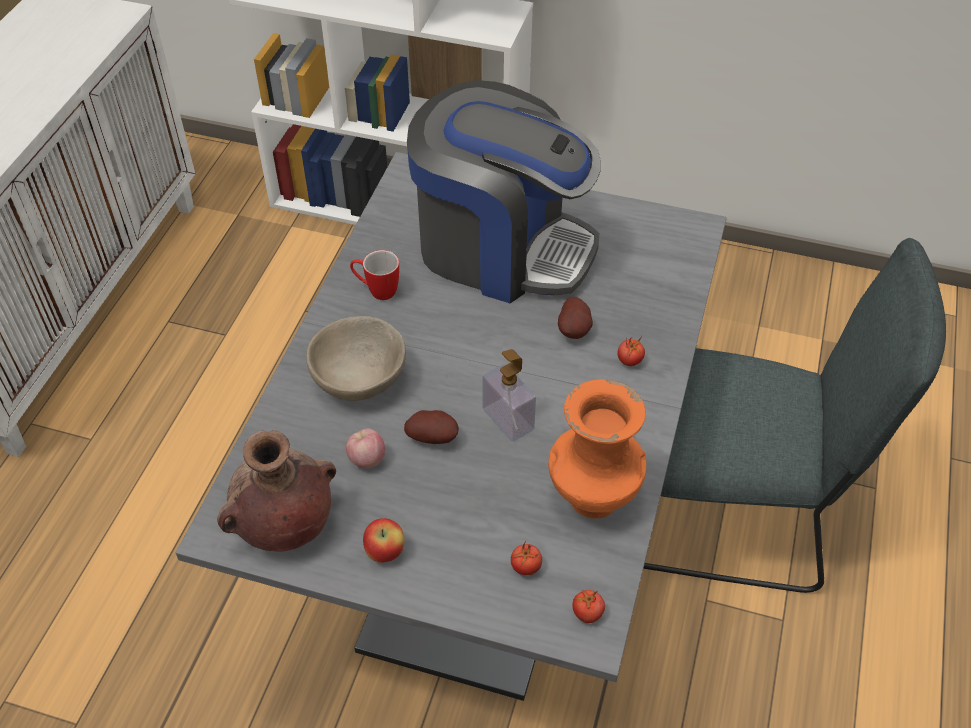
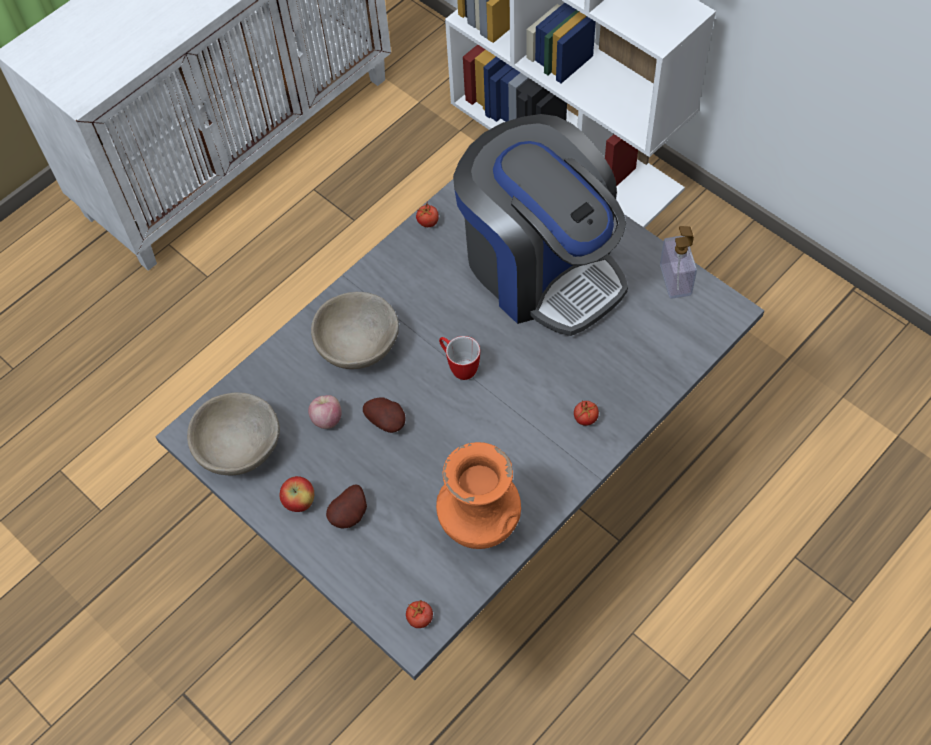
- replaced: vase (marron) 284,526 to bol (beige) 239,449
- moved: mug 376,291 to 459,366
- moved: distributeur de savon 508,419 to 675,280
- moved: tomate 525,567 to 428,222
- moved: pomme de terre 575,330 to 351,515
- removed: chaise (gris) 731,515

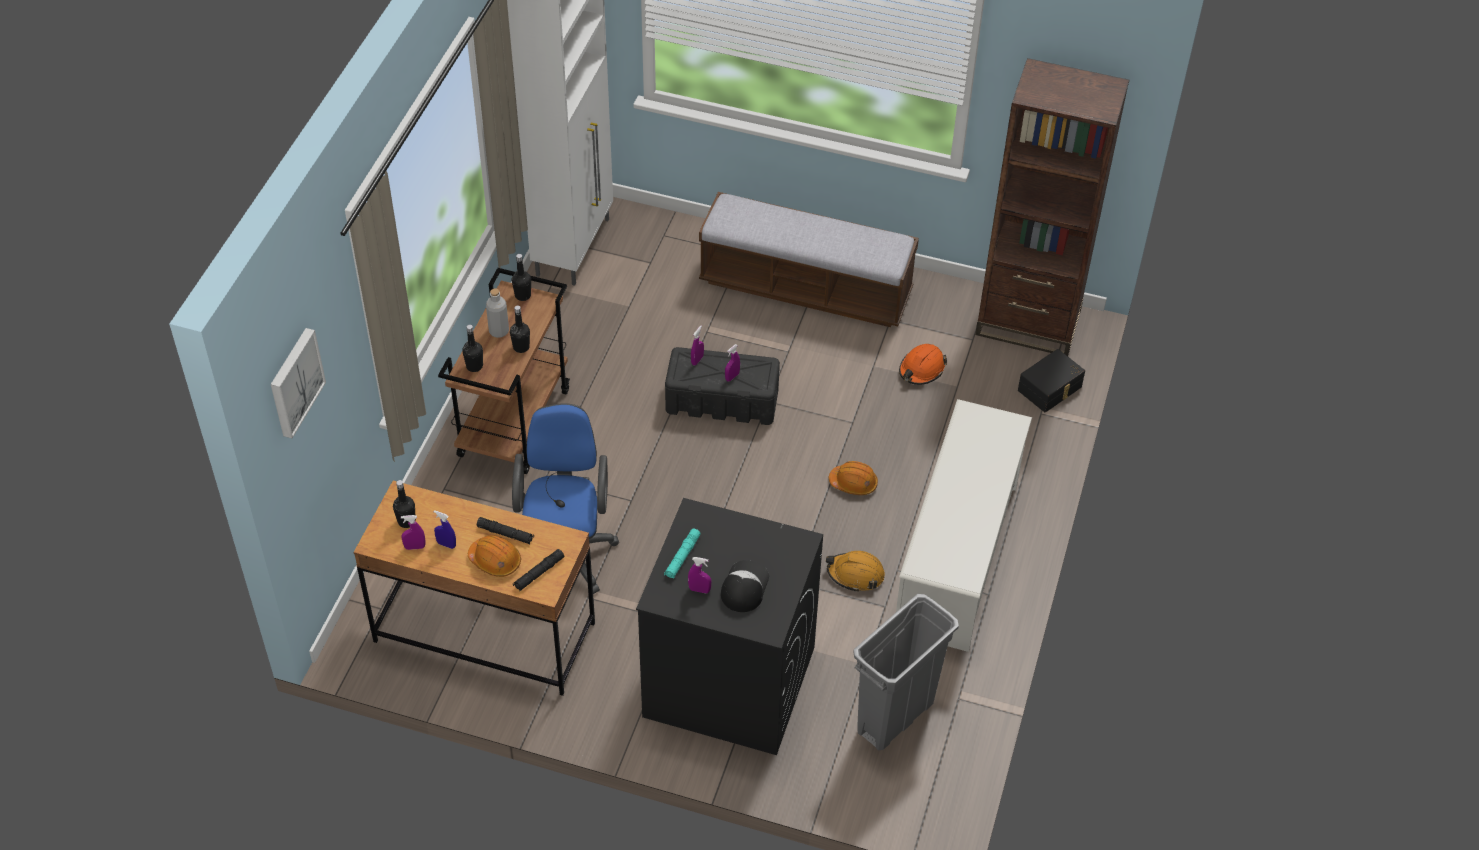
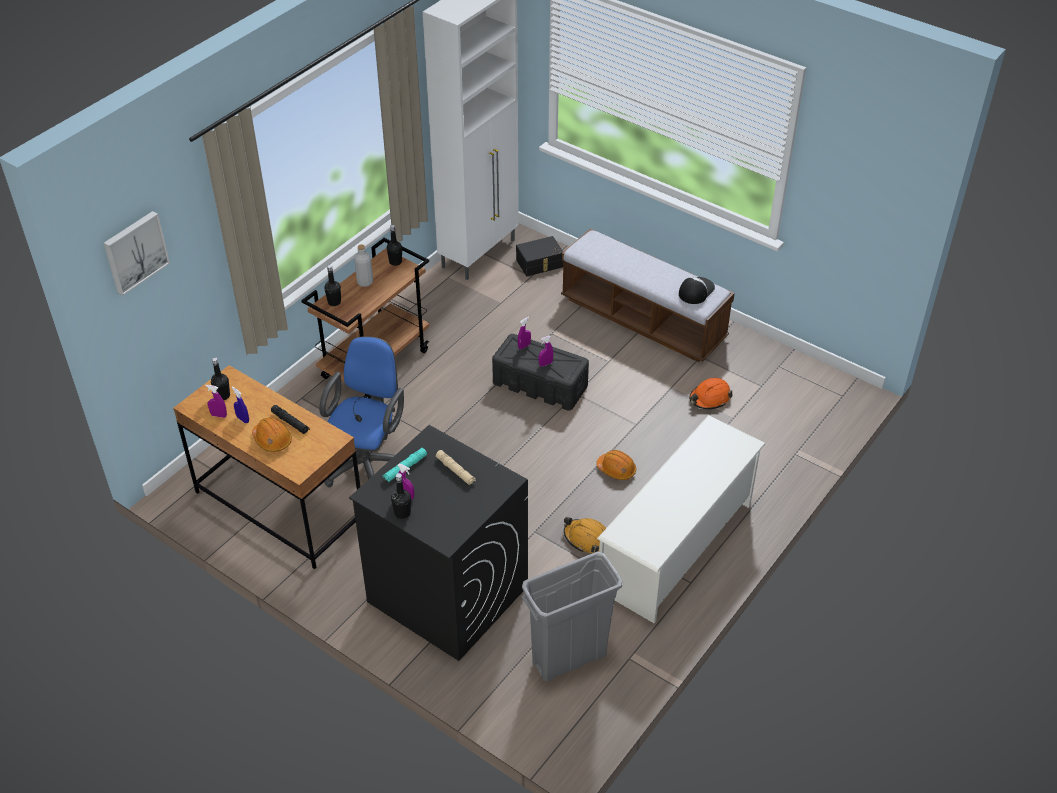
- moved: bouteille (noir) 521,347 to 402,513
- removed: lampe de poche (noir) 539,573
- moved: casquette 744,587 to 695,291
- removed: bibliothèque (marron) 1028,323
- moved: boîte de rangement (noir) 1050,389 to 540,264
- added: lampe de poche (beige) 455,471

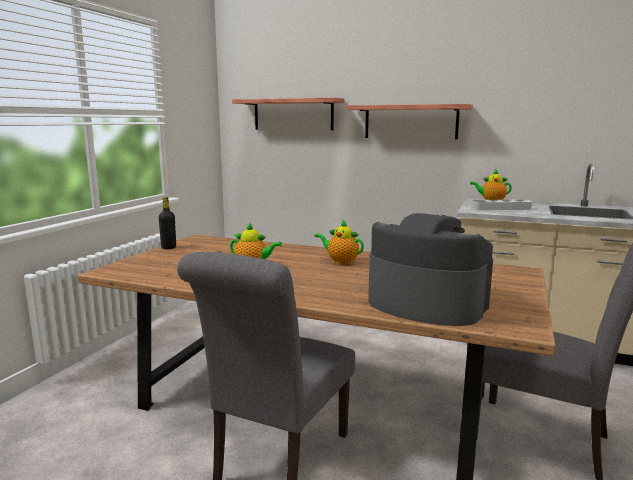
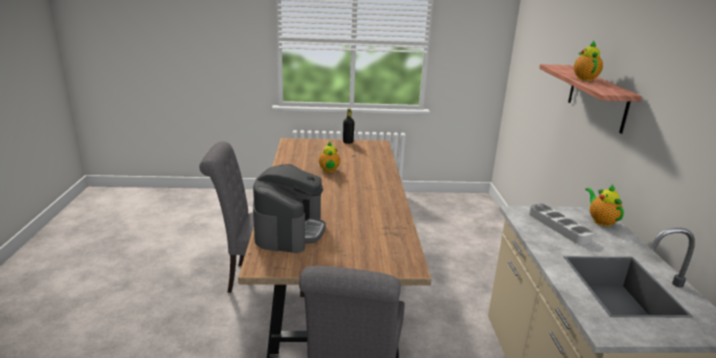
- removed: étagère 293,114
- moved: théière 340,261 to 584,78

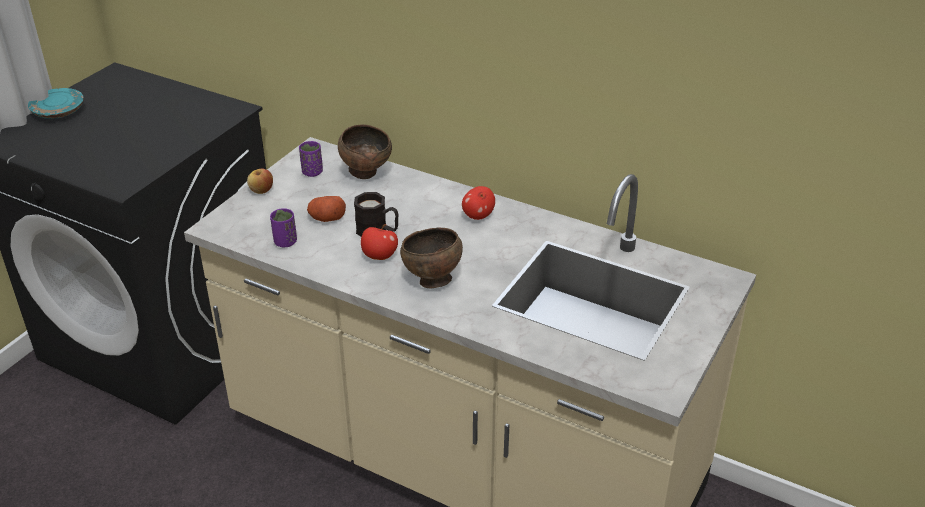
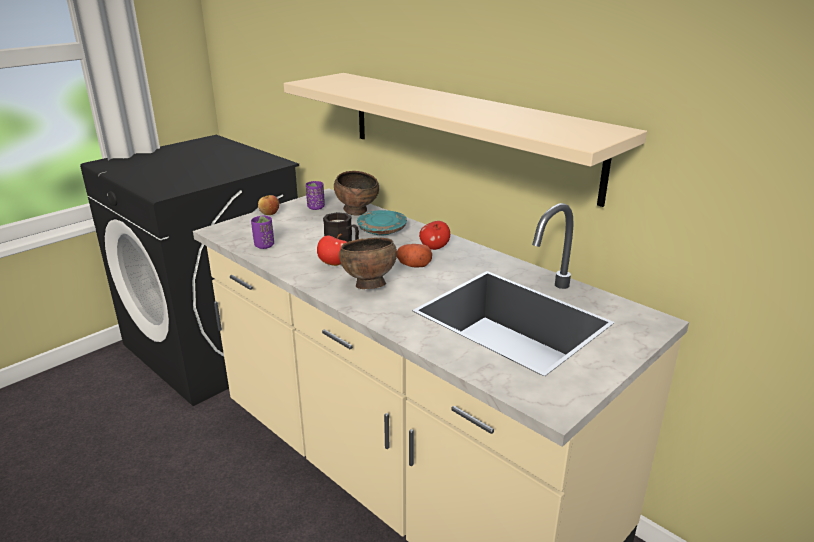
- moved: assiette (turquoise) 59,112 to 382,230
- moved: pomme de terre 326,218 to 413,265
- added: étagère (beige) 466,132

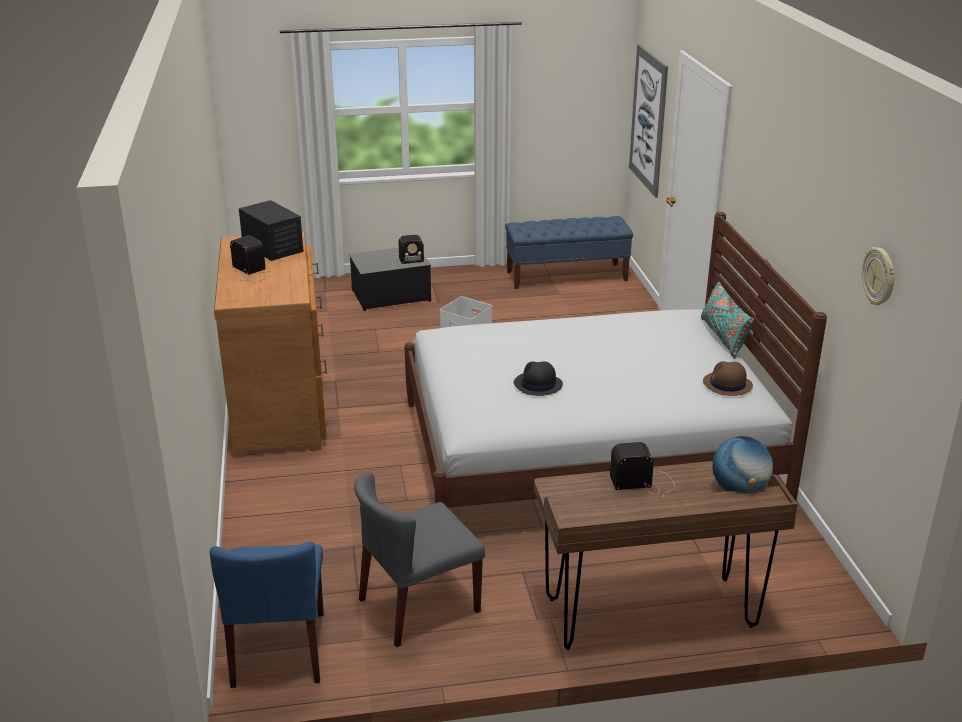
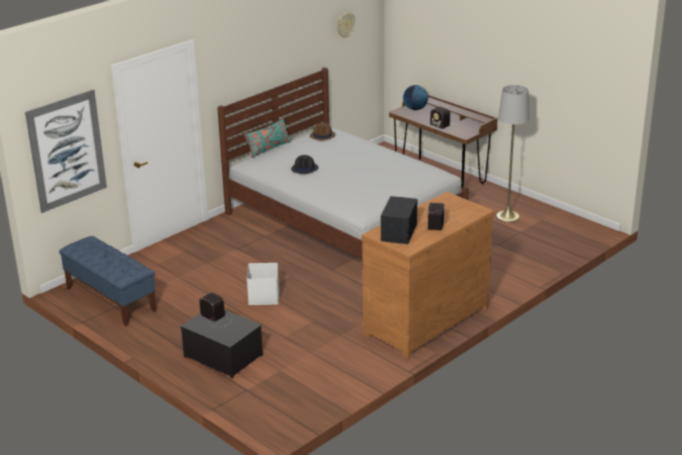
- removed: chaise (bleu) 279,649
- replaced: chaise (gris) 418,606 to lampadaire (gris) 507,216
- moved: chapeau (noir) 537,384 to 305,168

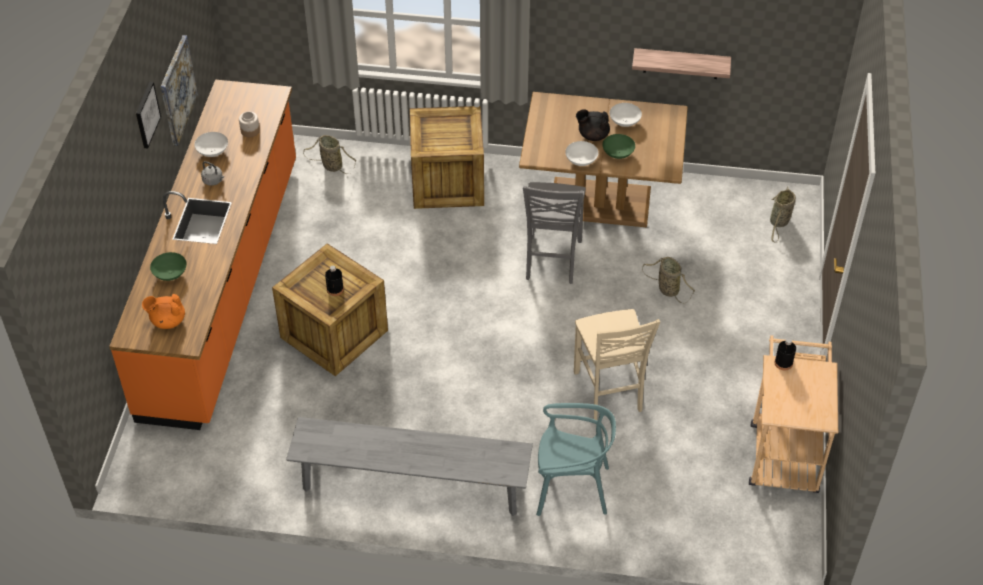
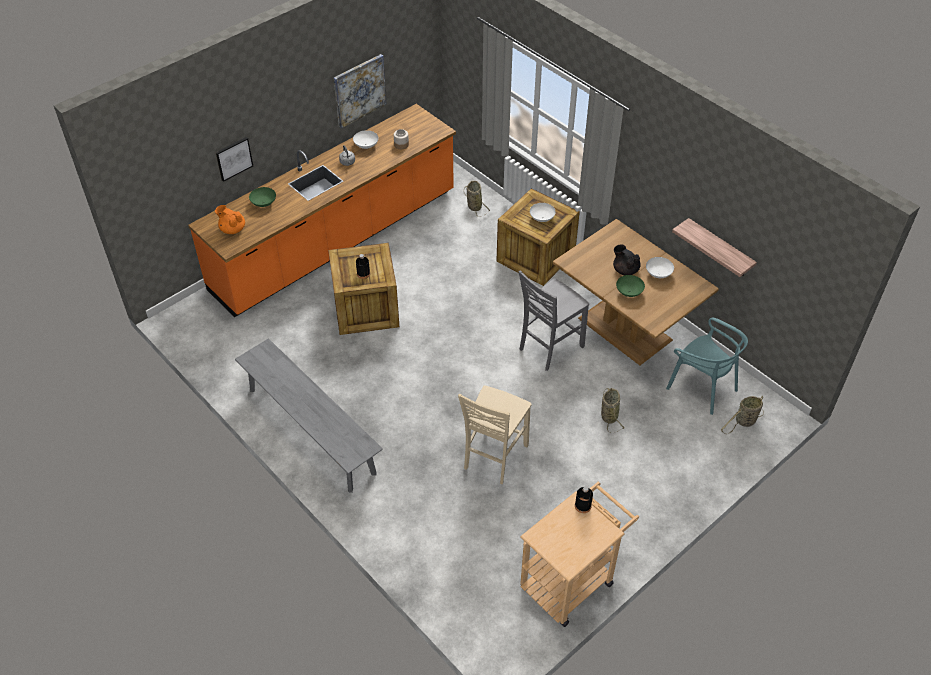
- moved: tableau 146,114 to 233,158
- moved: chaise (turquoise) 571,488 to 702,387
- moved: bol (blanc) 581,161 to 541,218

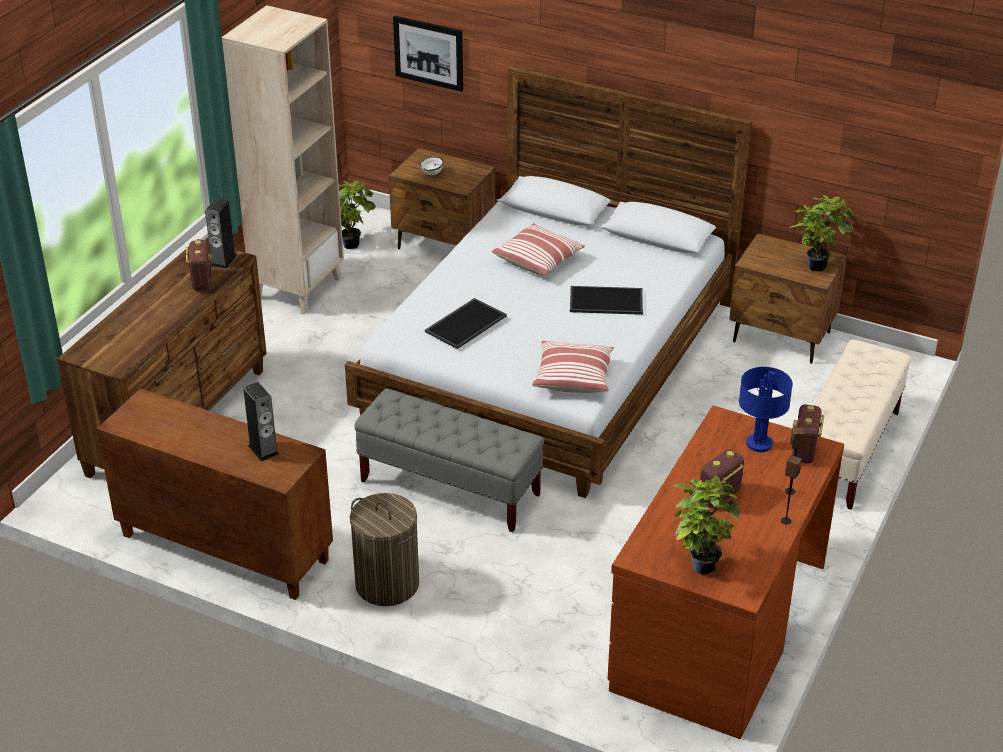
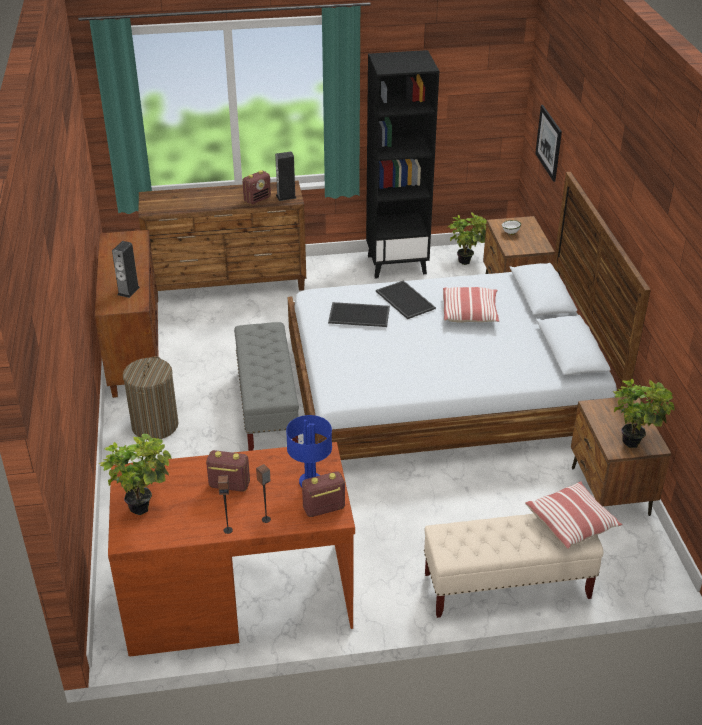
- recoloured: bibliothèque (beige) 298,288 to bibliothèque (noir) 397,264
- moved: coussin 573,377 to 571,523
- moved: plateau 605,301 to 404,300

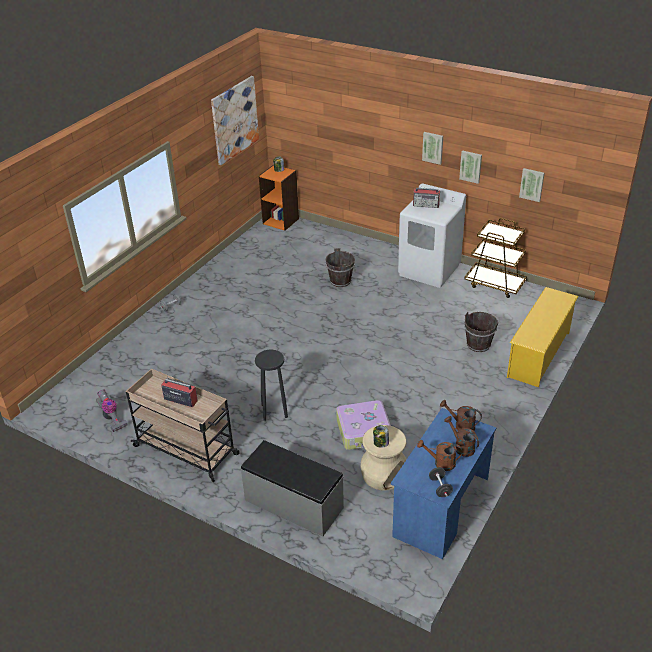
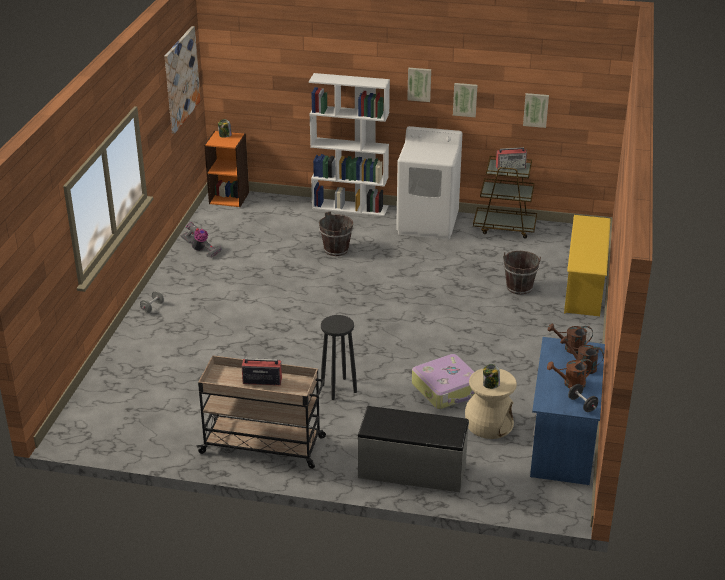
- moved: aspirateur 111,418 to 201,250
- moved: radio 426,205 to 511,167
- added: bibliothèque (blanc) 350,207

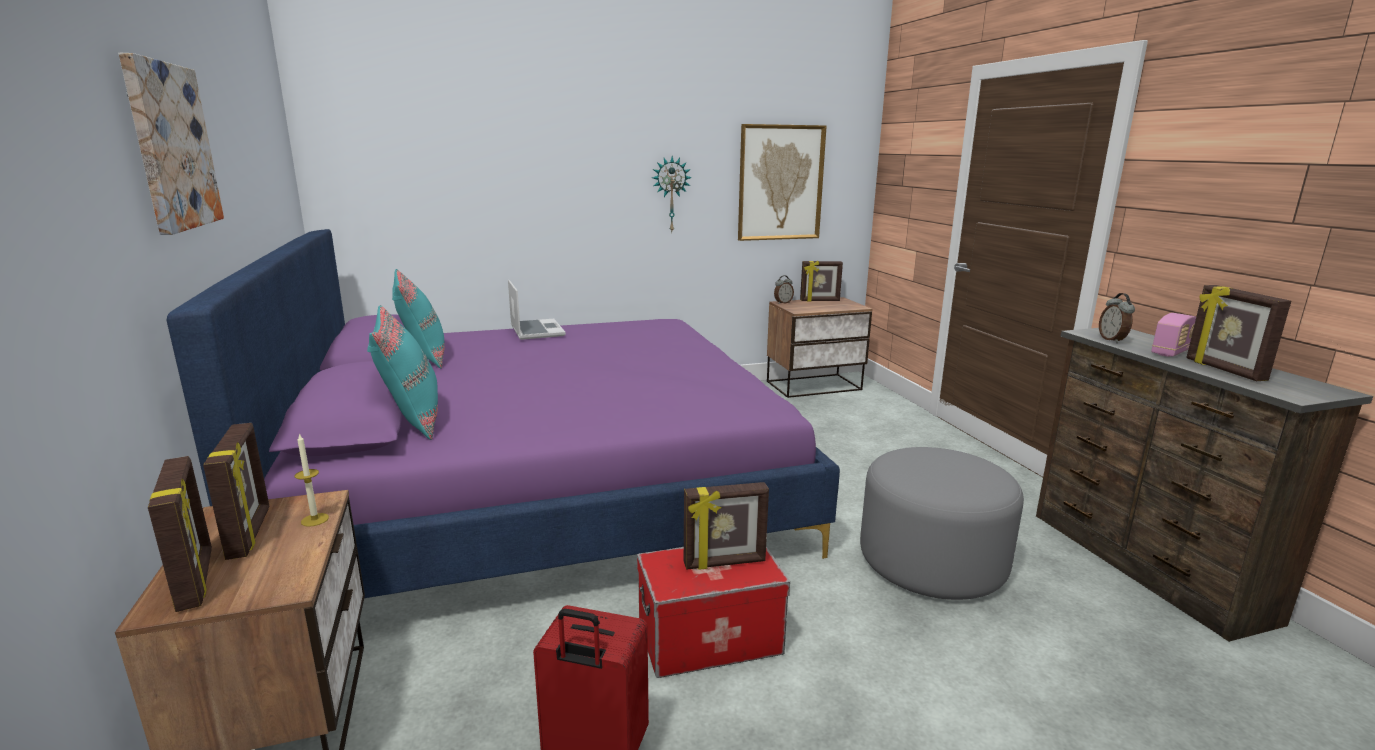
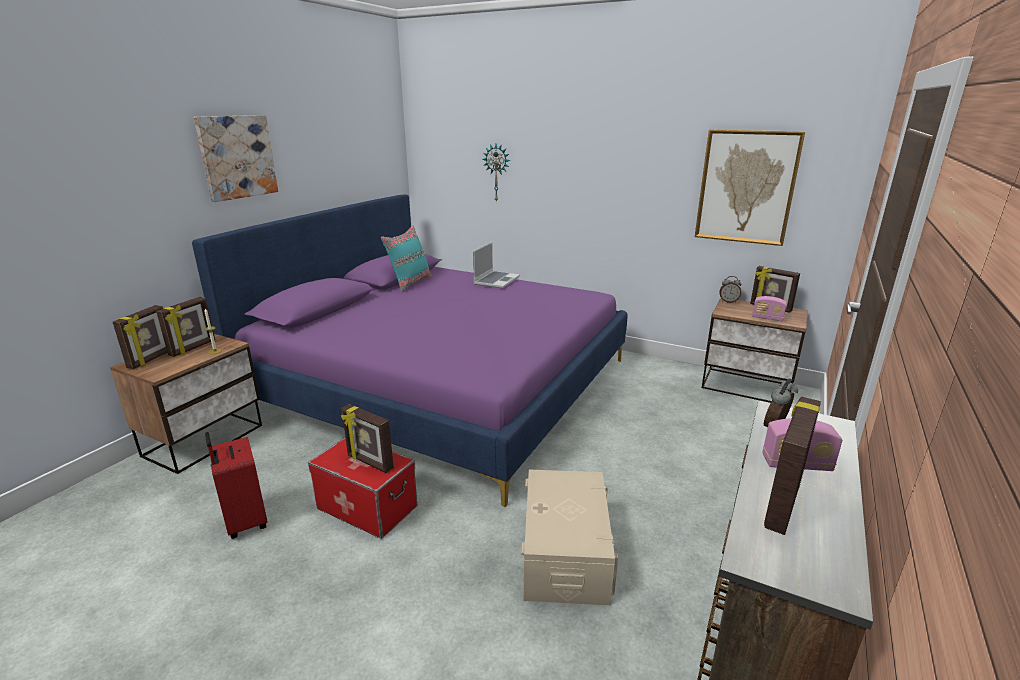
- removed: coussin (turquoise) 411,420
- moved: horloge murale 671,194 to 497,172
- replaced: pouf (gris) 931,562 to boîte de rangement (beige) 565,553
- added: radio 767,318

